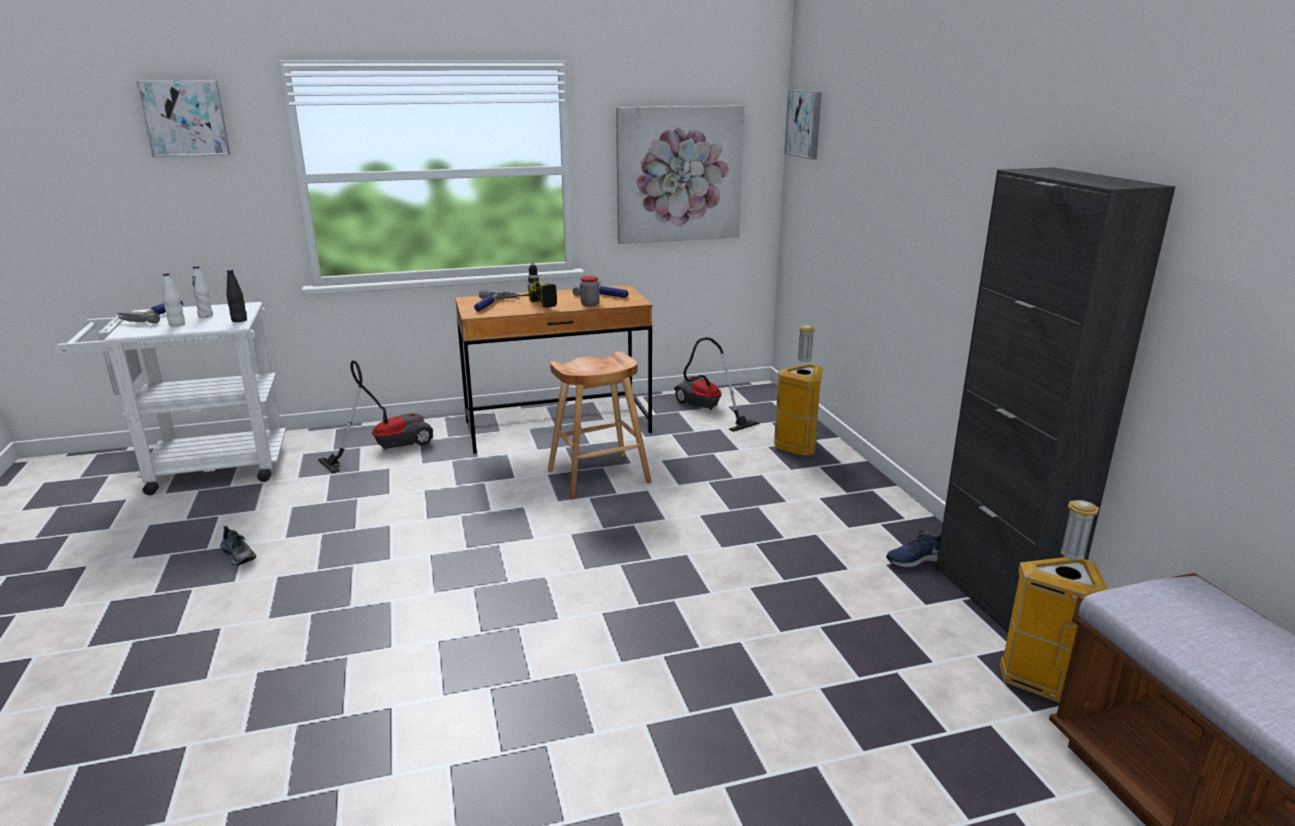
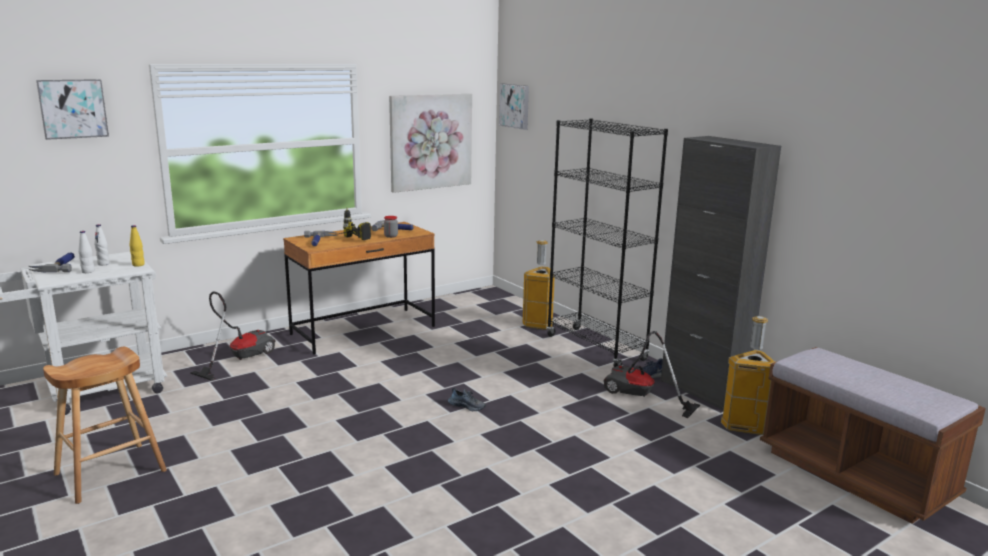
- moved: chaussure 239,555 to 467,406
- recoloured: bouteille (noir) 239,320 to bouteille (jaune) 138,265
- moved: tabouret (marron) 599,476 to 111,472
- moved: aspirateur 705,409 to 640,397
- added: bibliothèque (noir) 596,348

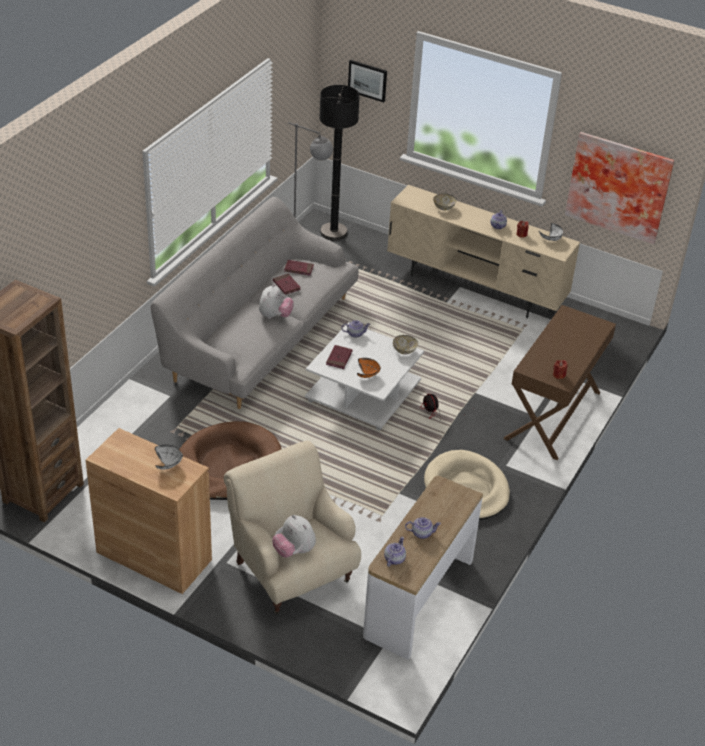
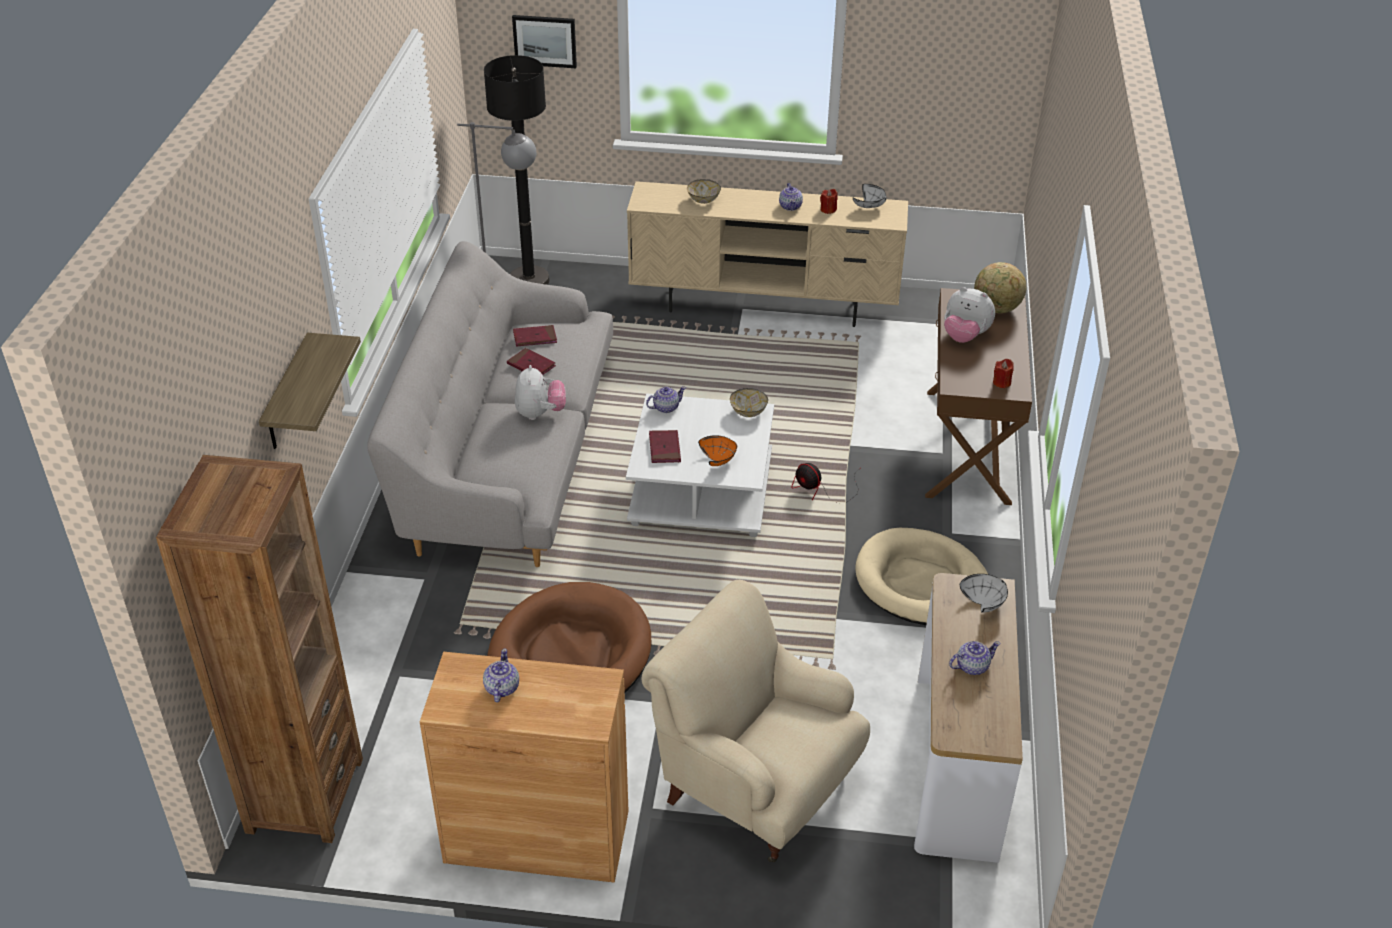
- moved: bol (blanc) 169,464 to 984,602
- moved: peluche 294,551 to 965,336
- moved: théière 394,559 to 501,688
- removed: tableau 619,186
- added: étagère 287,395
- added: globe 996,309

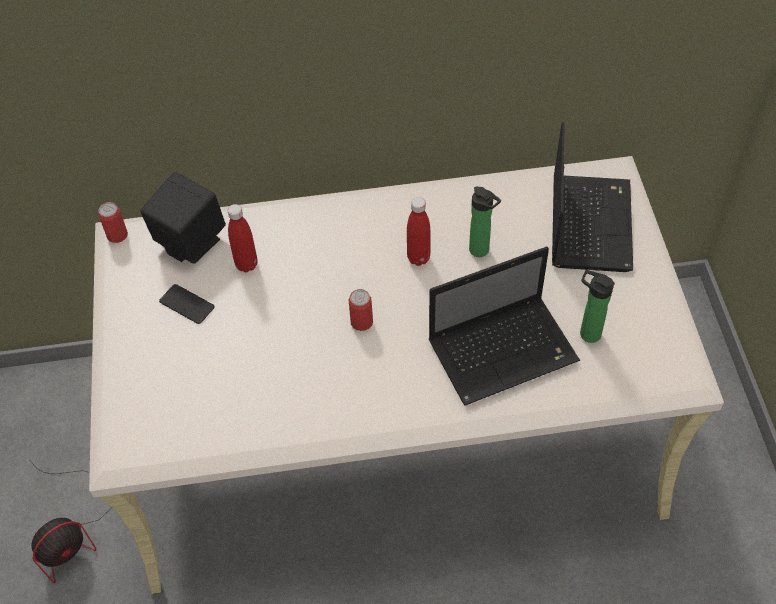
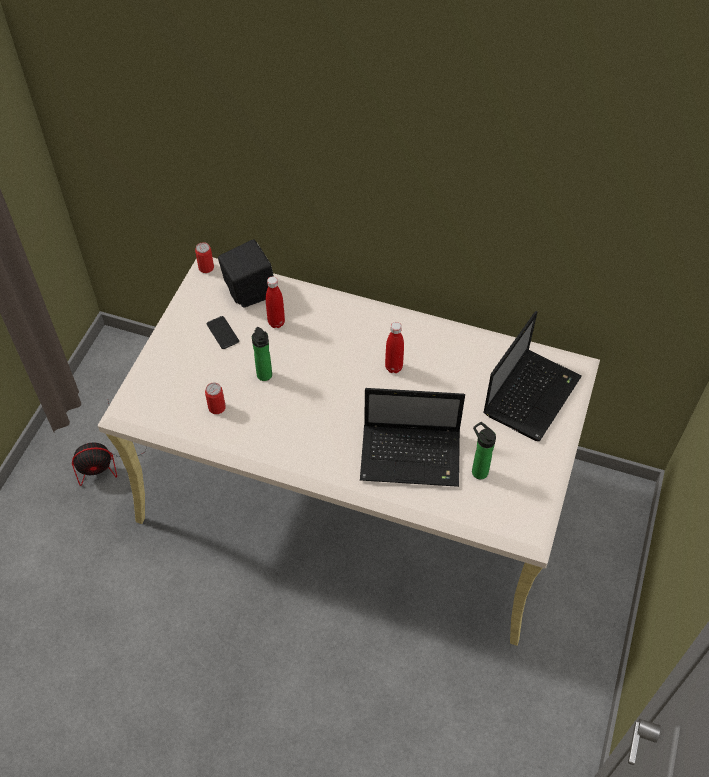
- moved: boîte métallique 361,322 to 217,407
- moved: bouteille 481,251 to 265,377

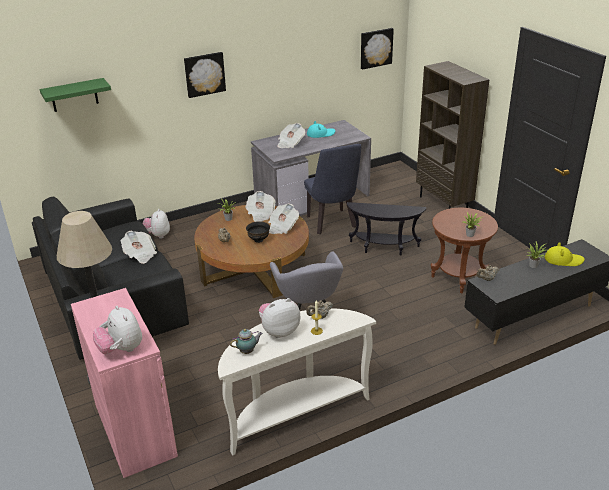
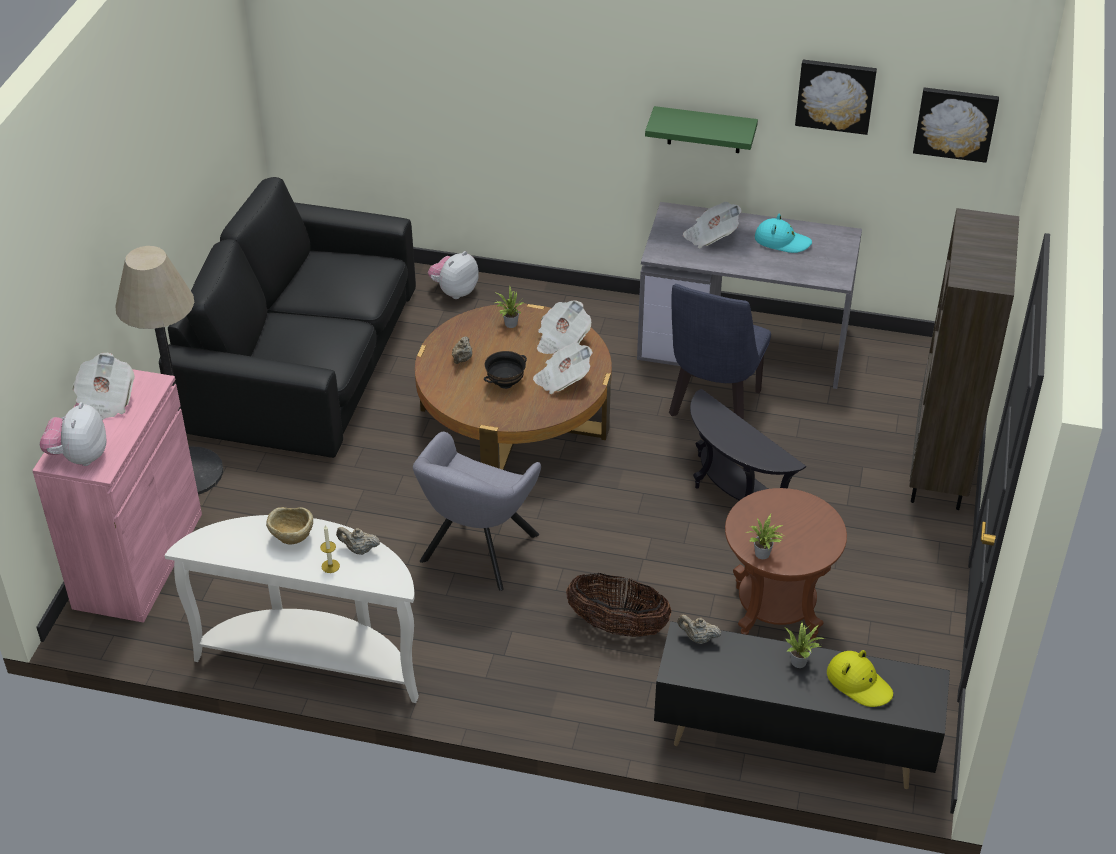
- moved: étagère (vert) 74,95 to 704,130
- moved: journal 140,254 to 105,401
- moved: tableau 204,74 to 835,95
- removed: théière 248,351
- replaced: peluche 279,331 to bol (beige) 292,538
- added: panier 617,626

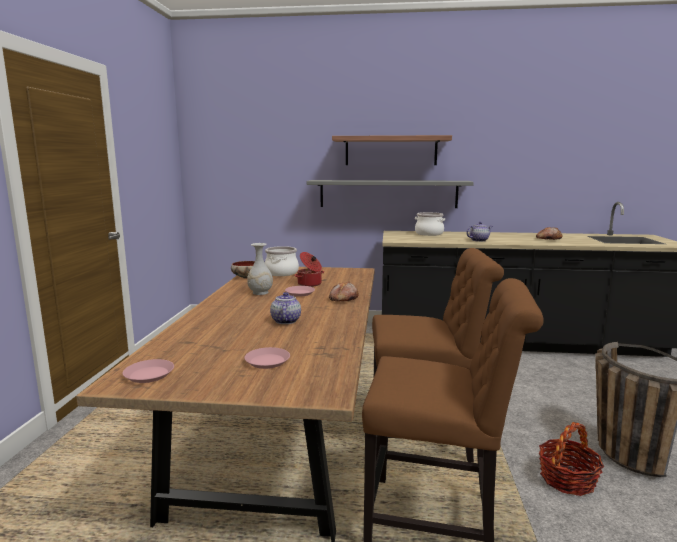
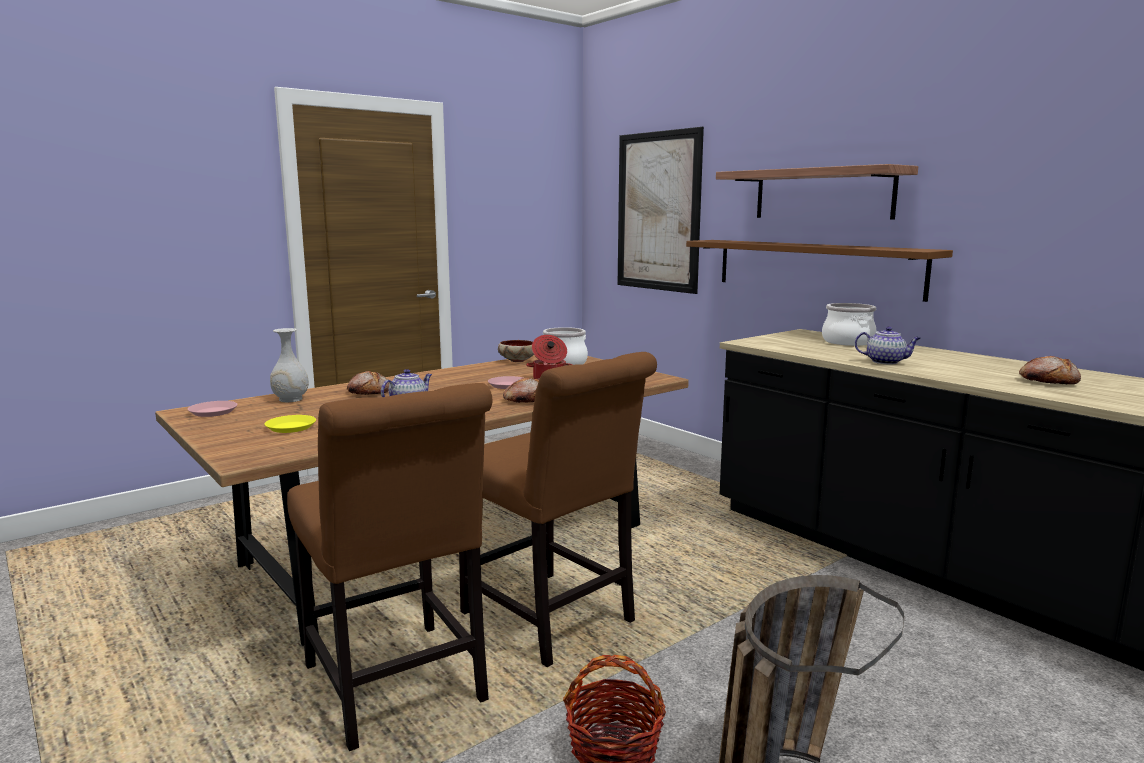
- recoloured: assiette (rose) 267,361 to assiette (jaune) 291,427
- moved: vase (blanc) 260,292 to 290,399
- recoloured: étagère (gris) 388,194 to étagère (marron) 815,267
- added: pain 368,392
- added: tableau 657,212

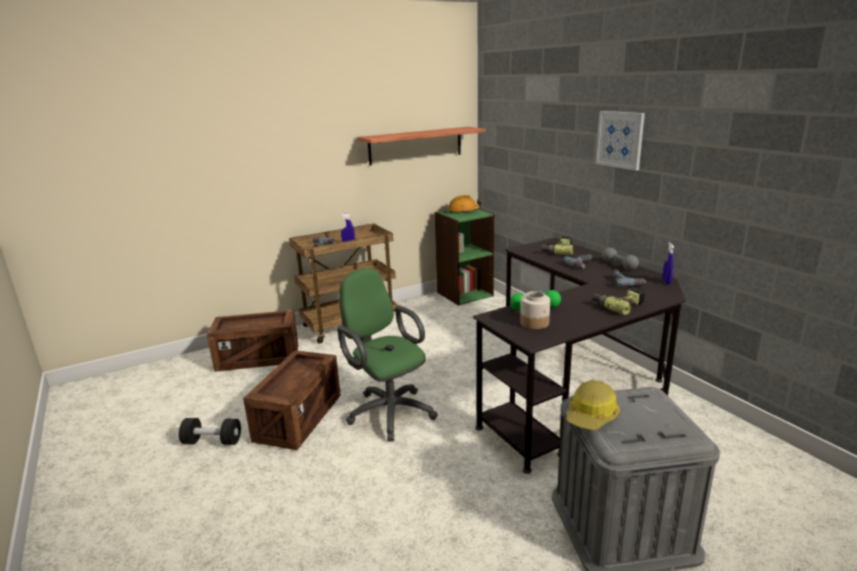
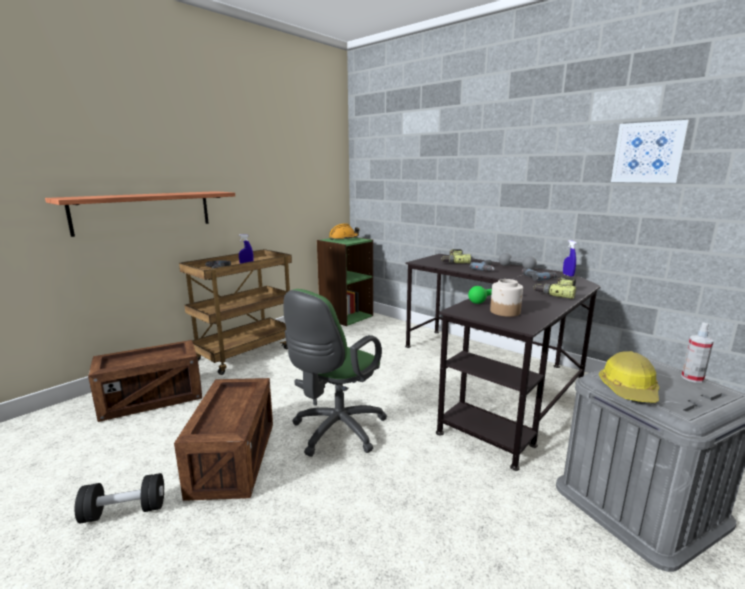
- turned: chaise de bureau (vert) 388,411 = 335,432 90 degrees counterclockwise
- moved: étagère 416,145 to 144,211
- moved: tableau 620,139 to 648,152
- added: vaporisateur 692,378

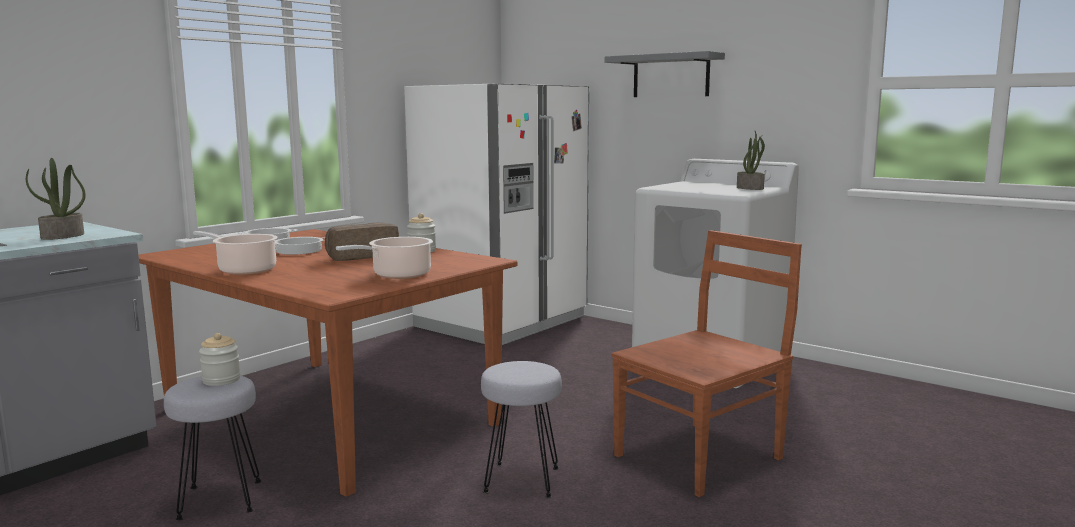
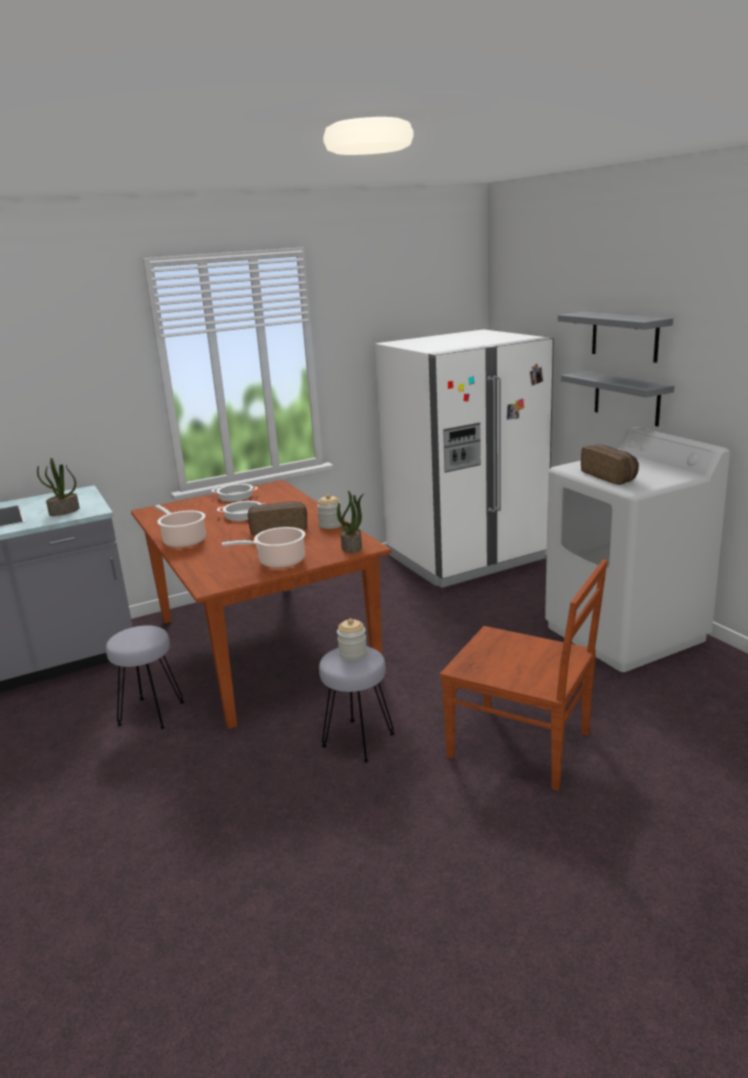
- moved: bocal 221,380 to 353,653
- turned: chaise (marron) 701,456 = 522,746 45 degrees clockwise
- moved: plante en pot 750,188 to 352,547
- added: étagère (gris) 626,398
- added: pain 610,476

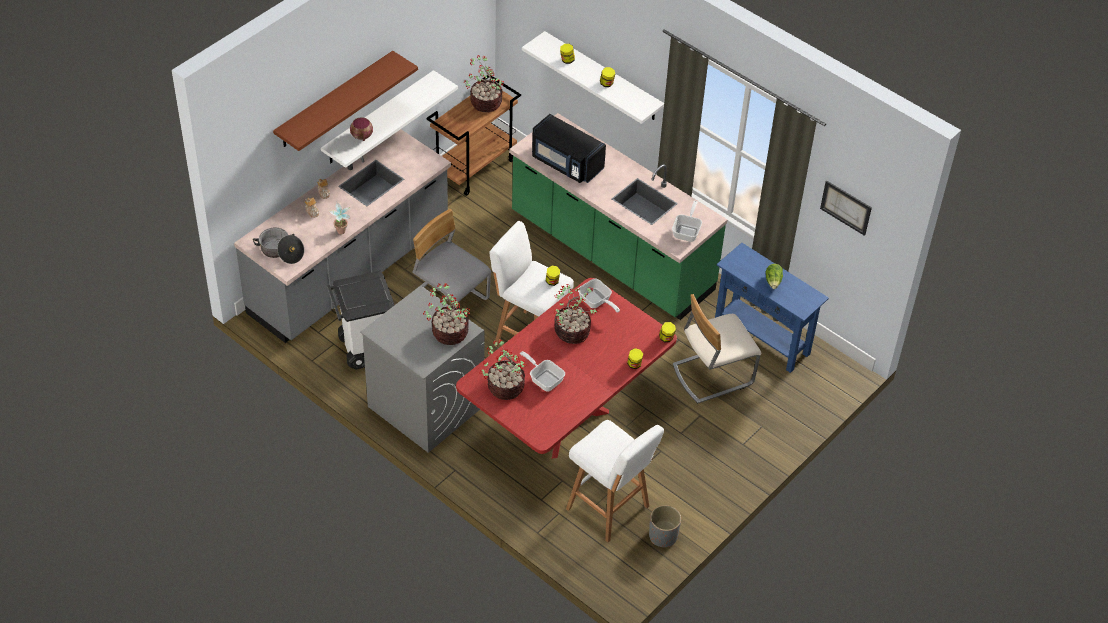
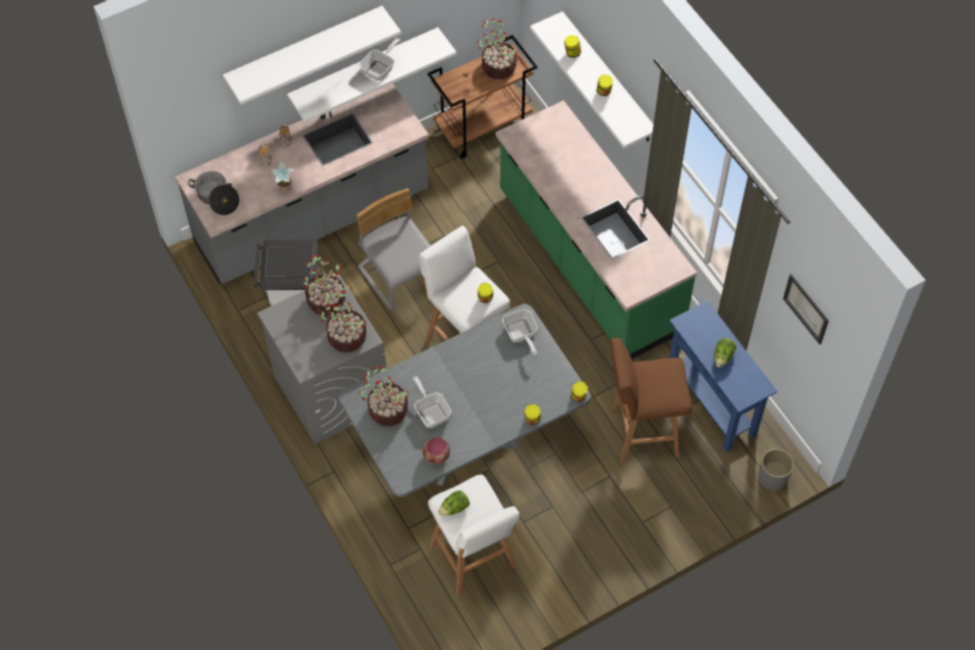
- recoloured: étagère (marron) 335,100 to étagère (blanc) 304,50
- moved: bol 362,136 to 436,456
- recoloured: table à manger (rouge) 564,420 to table à manger (gris) 465,444
- removed: micro-ondes (noir) 566,163
- moved: plante en pot 573,331 to 327,301
- moved: cache-pot (gris) 663,536 to 772,477
- moved: poêle 687,231 to 380,69
- replaced: chaise (beige) 712,374 to tabouret (marron) 641,431
- added: laitue 454,508

